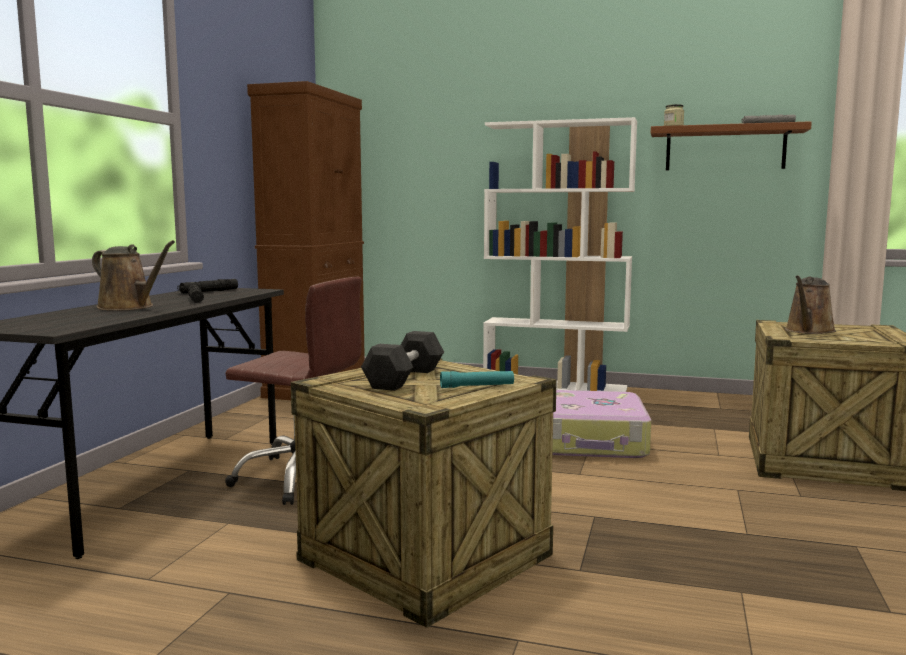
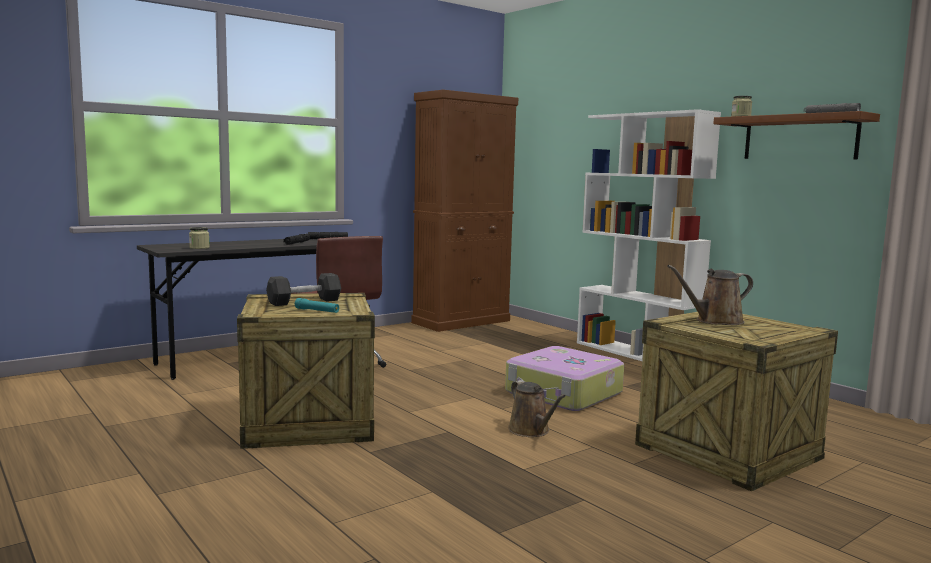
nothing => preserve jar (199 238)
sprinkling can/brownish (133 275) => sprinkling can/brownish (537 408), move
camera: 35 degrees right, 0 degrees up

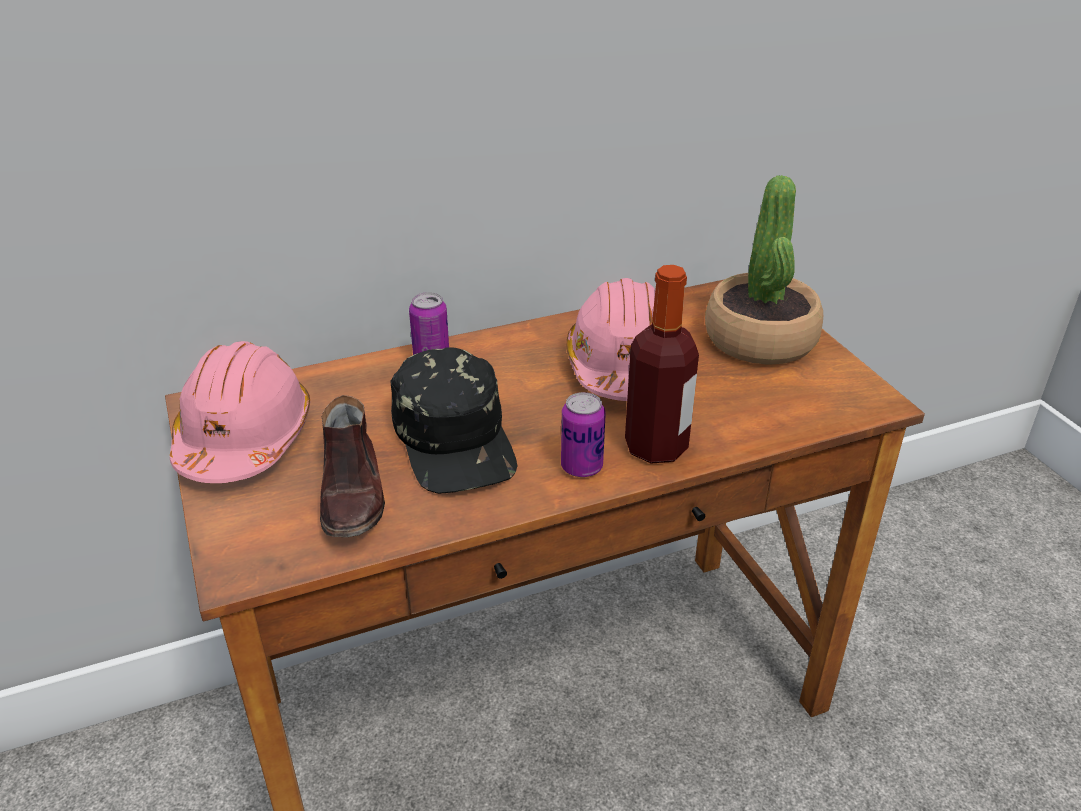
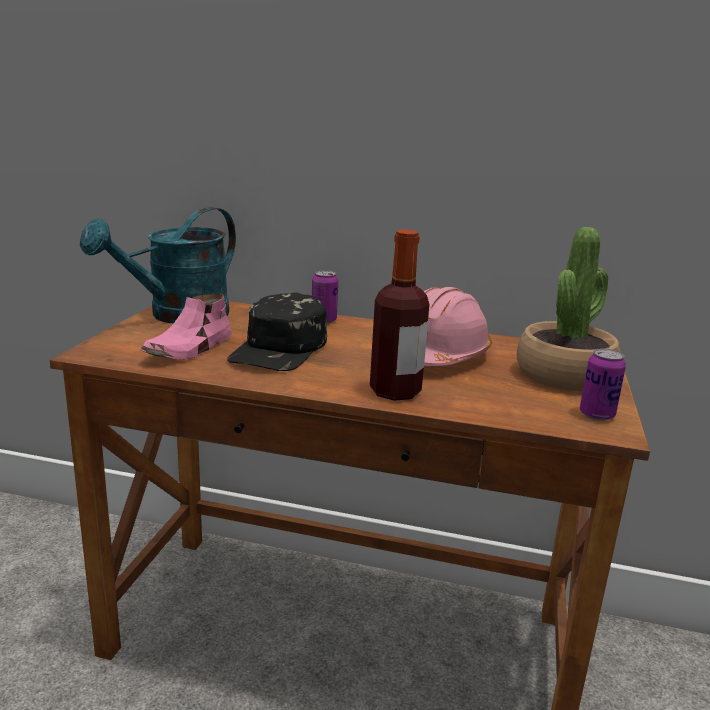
metal can (583 434) => metal can (603 384), move
safety helmet/pinkish (240 412) => sprinkling can/turquoise-coloured (158 265)
low shoe/brownish (352 466) => low shoe/pinkish (186 326)
camera: 35 degrees right, 15 degrees down

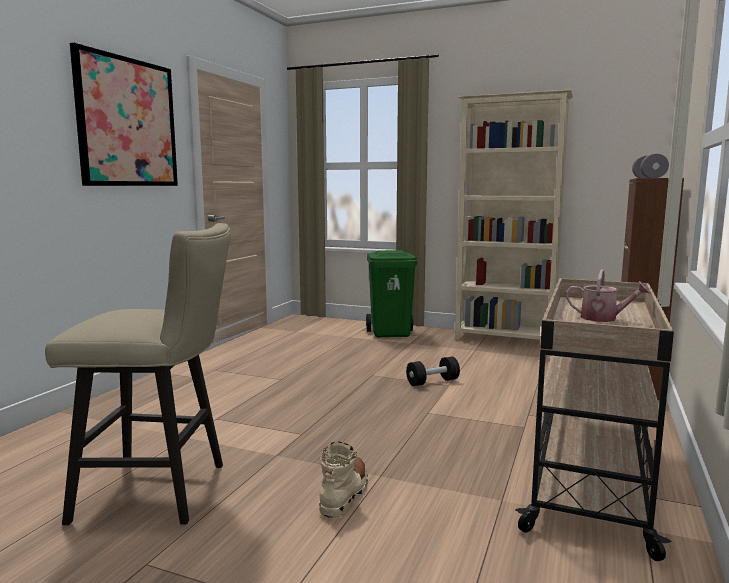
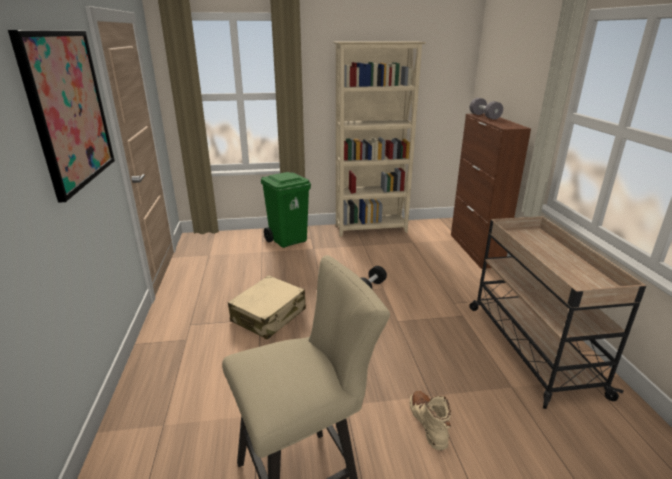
sprinkling can (608 295) => nothing
nothing => suitcase/sand-coloured (267 307)
camera: 30 degrees left, 15 degrees up

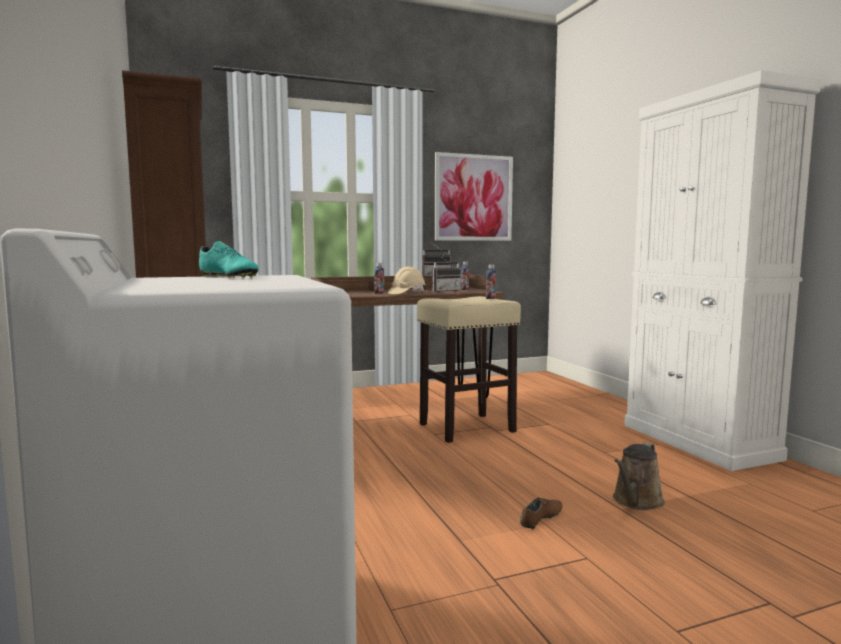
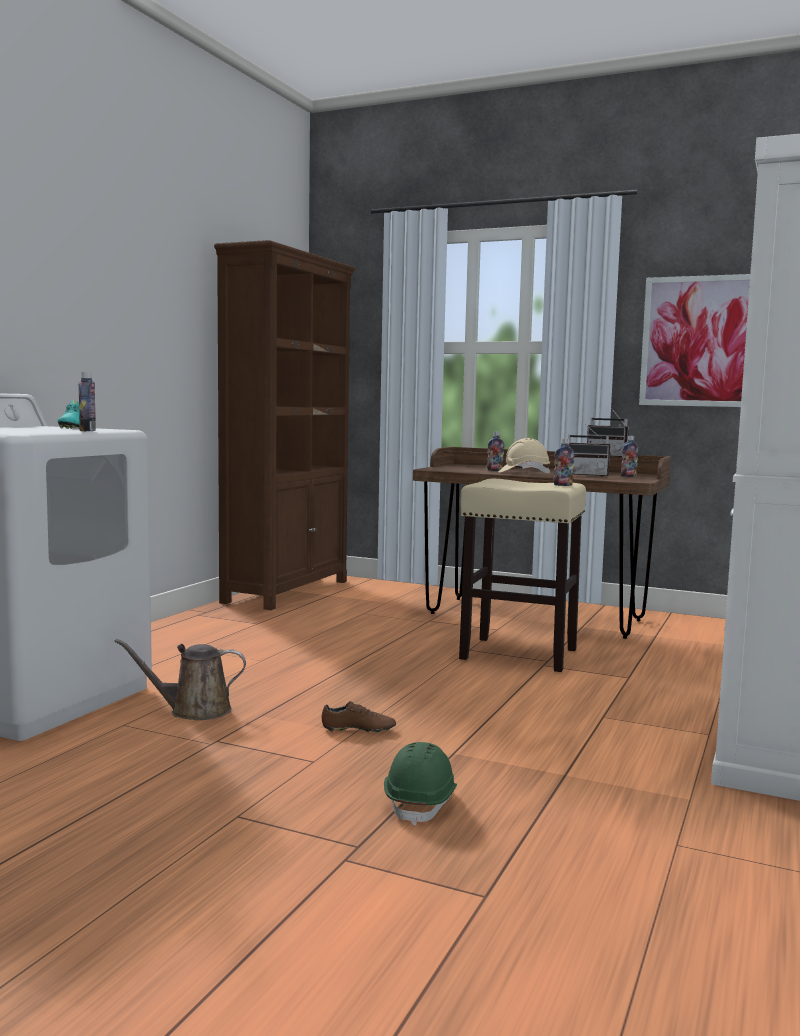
nothing => bottle (87 401)
nothing => safety helmet/green (420 784)
sprinkling can/brownish (639 476) => sprinkling can/brownish (180 679), move
camera: 45 degrees right, 0 degrees up

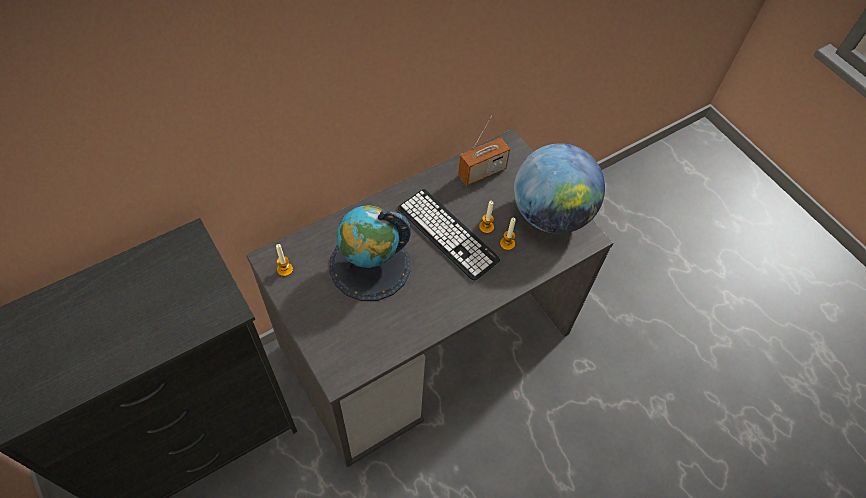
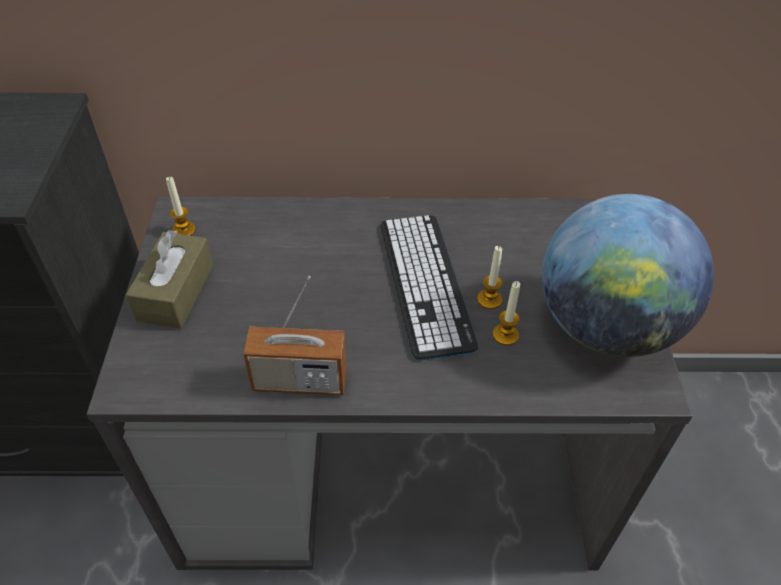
world globe (370 253) => nothing
nothing => tissue holder/brownish (169 279)
radio set (484 151) => radio set (295 335), move
camera: 35 degrees right, 10 degrees down

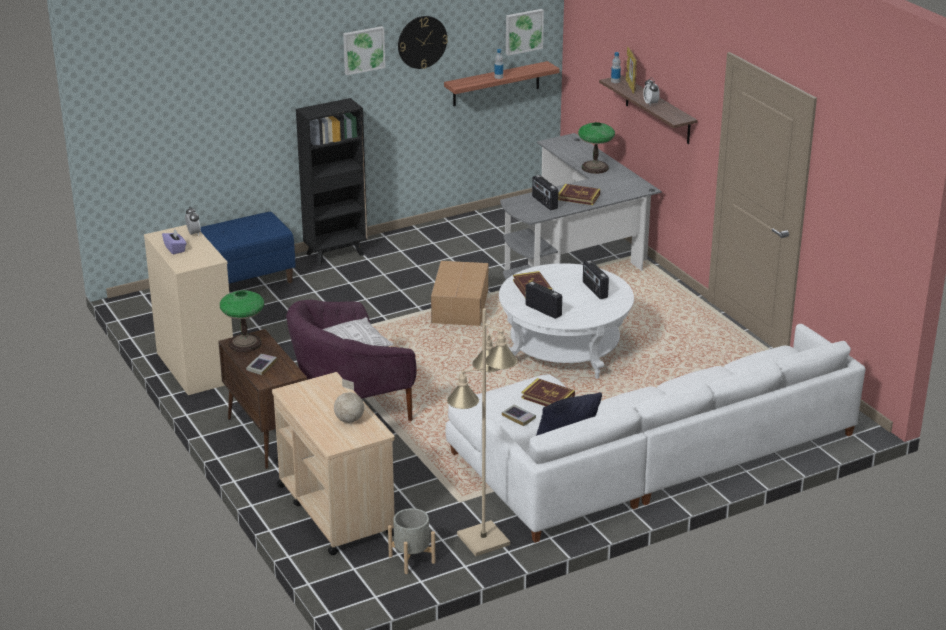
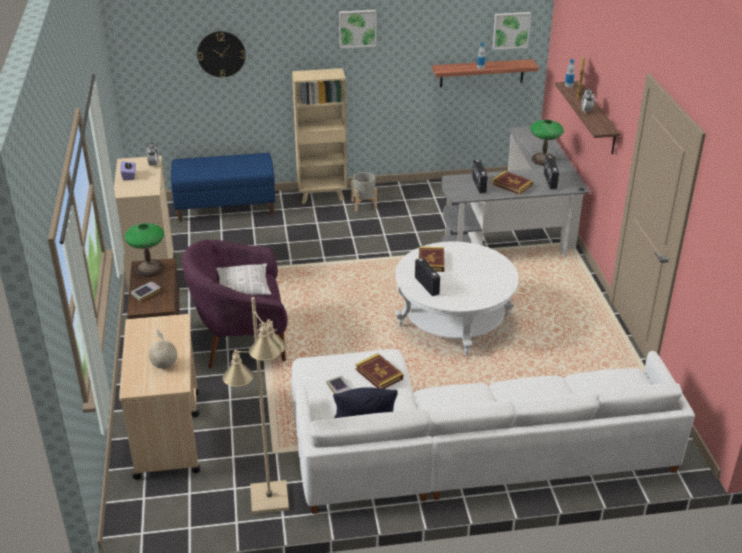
carton (459 293) => nothing
plant pot/gray (411 541) => plant pot/gray (364 192), move
clock on the wall (423 42) => clock on the wall (221 54), move
radio set (596 279) => radio set (551 172), move
bookshelf/black-coloured (332 182) => bookshelf/sand-coloured (319 136)
camera: 20 degrees right, 5 degrees up

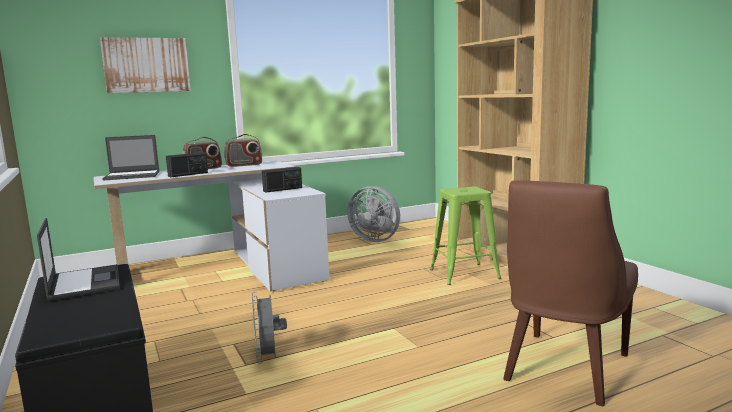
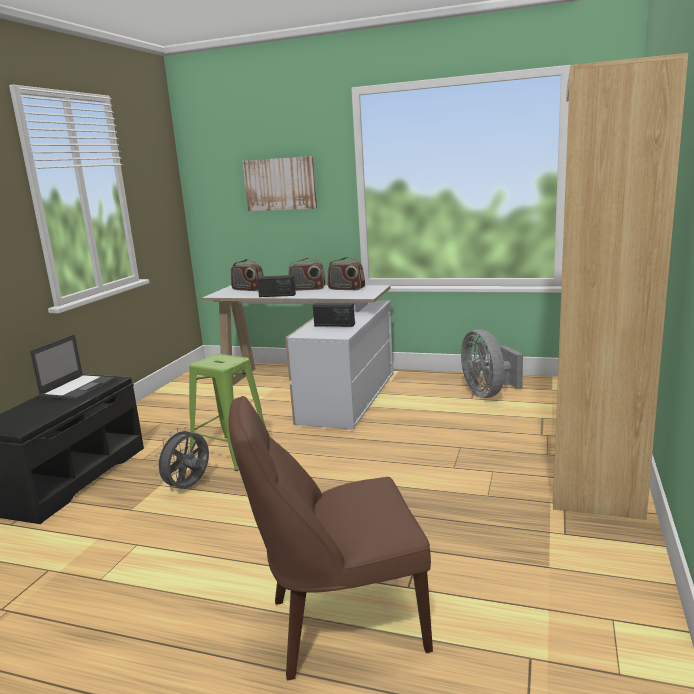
stool seat/green (465 236) => stool seat/green (227 412), move
laptop (130 157) => radio set (247 275)
camera: 45 degrees right, 5 degrees up

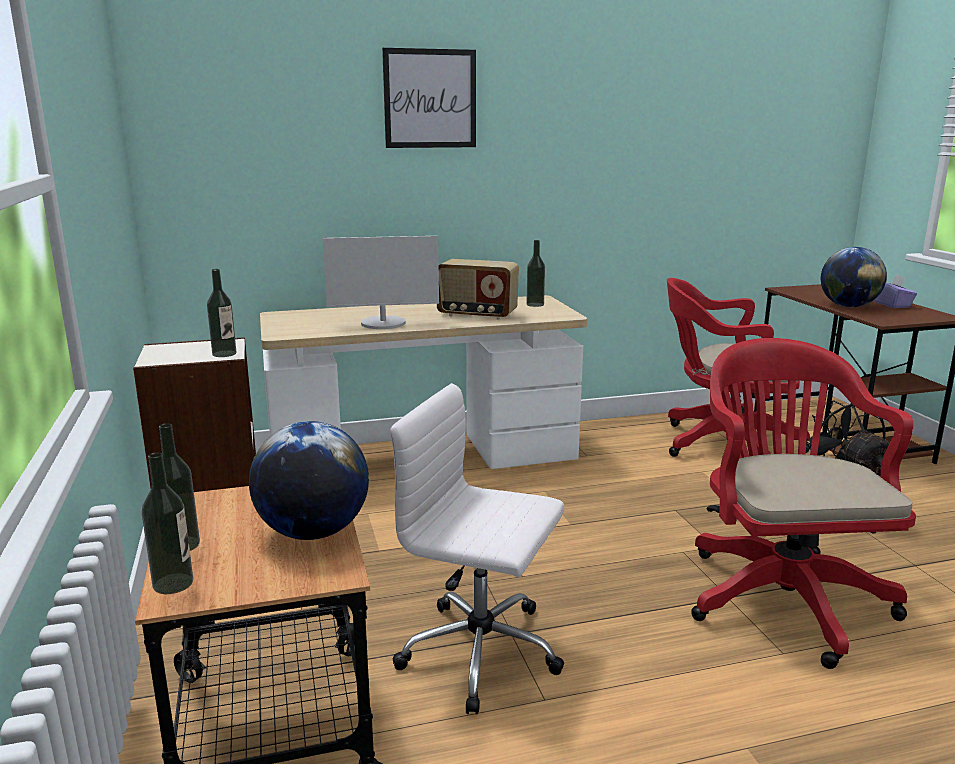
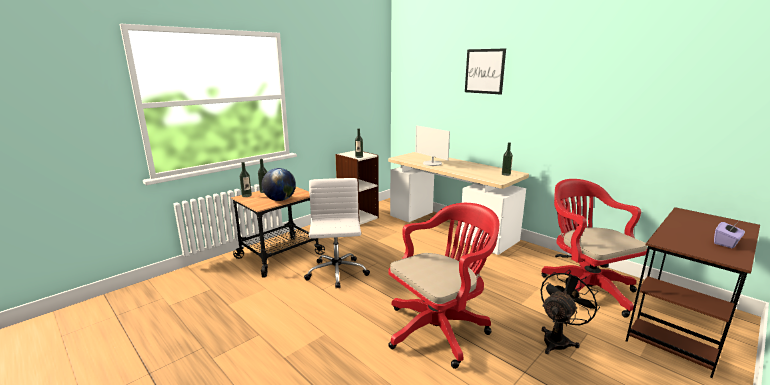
radio set (478 289) => nothing
world globe (854 277) => nothing
camera: 60 degrees right, 0 degrees up

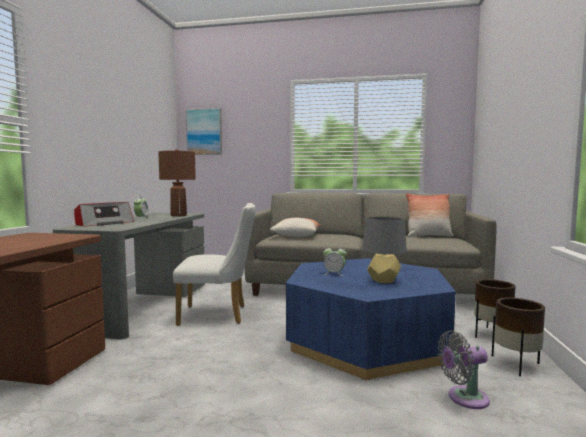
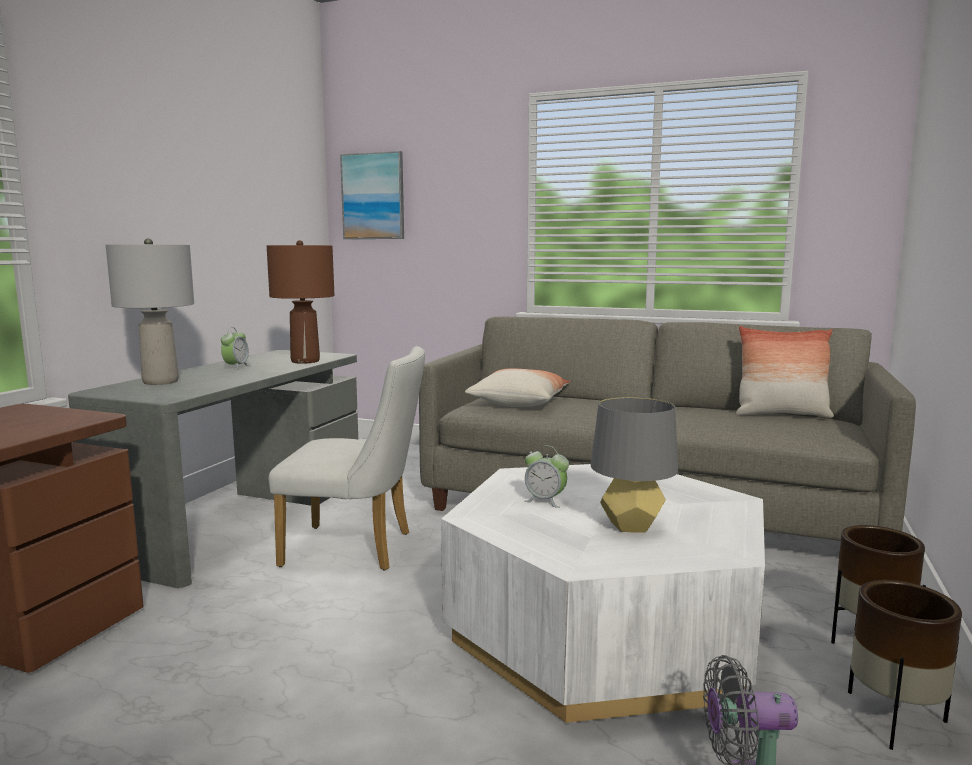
radio set (104 214) => table lamp/gray (150 311)
coffee table/blue-coloured (371 319) => coffee table/whitish (603 593)
camera: 10 degrees right, 5 degrees up

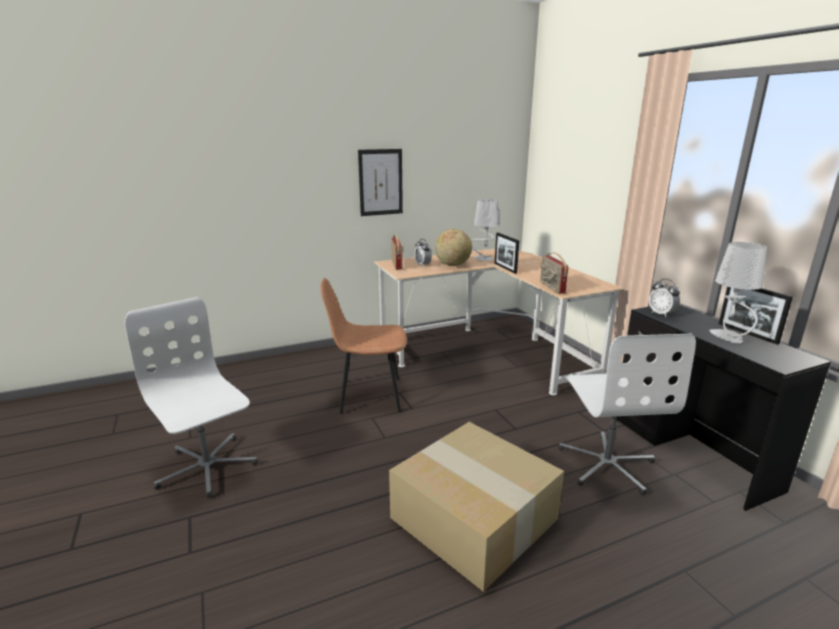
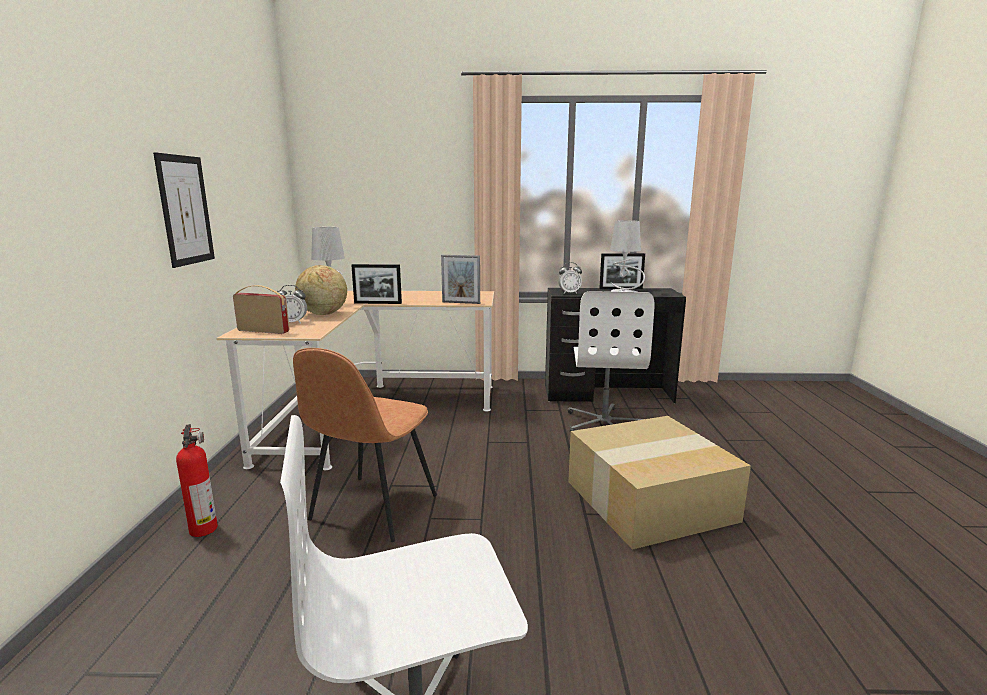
nothing => fire extinguisher (197 480)
radio set (554 273) => photo frame (460 279)
computer chair/whitish (627 414) => computer chair/whitish (611 362), 75 degrees clockwise
camera: 65 degrees left, 5 degrees down

